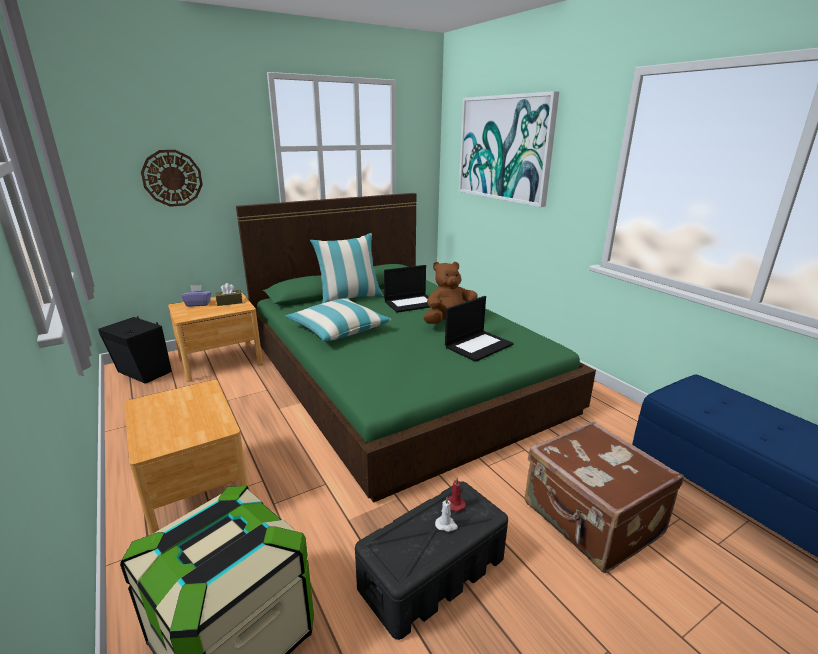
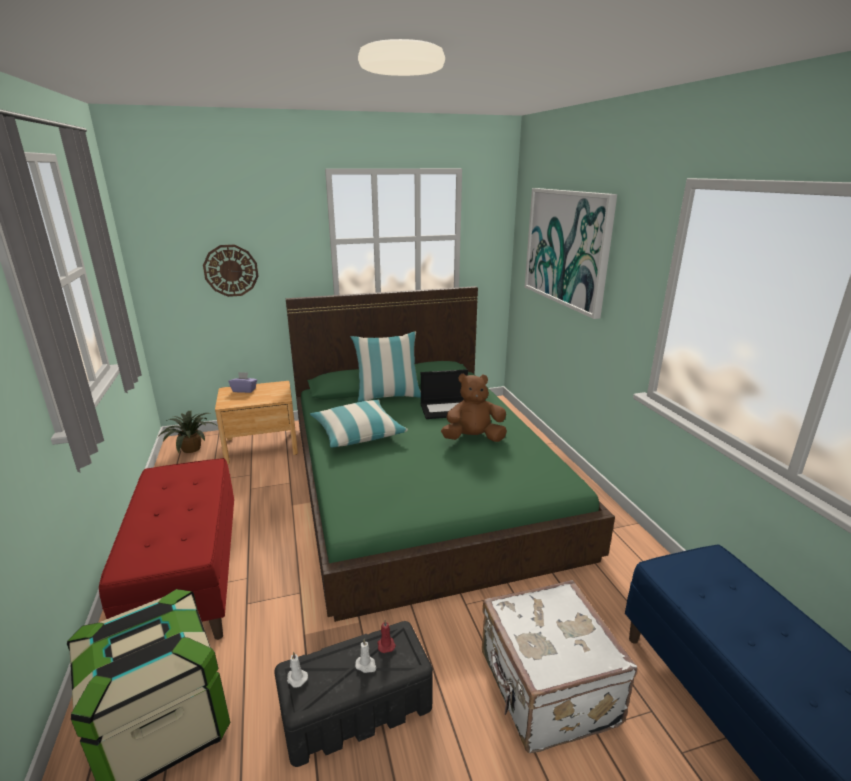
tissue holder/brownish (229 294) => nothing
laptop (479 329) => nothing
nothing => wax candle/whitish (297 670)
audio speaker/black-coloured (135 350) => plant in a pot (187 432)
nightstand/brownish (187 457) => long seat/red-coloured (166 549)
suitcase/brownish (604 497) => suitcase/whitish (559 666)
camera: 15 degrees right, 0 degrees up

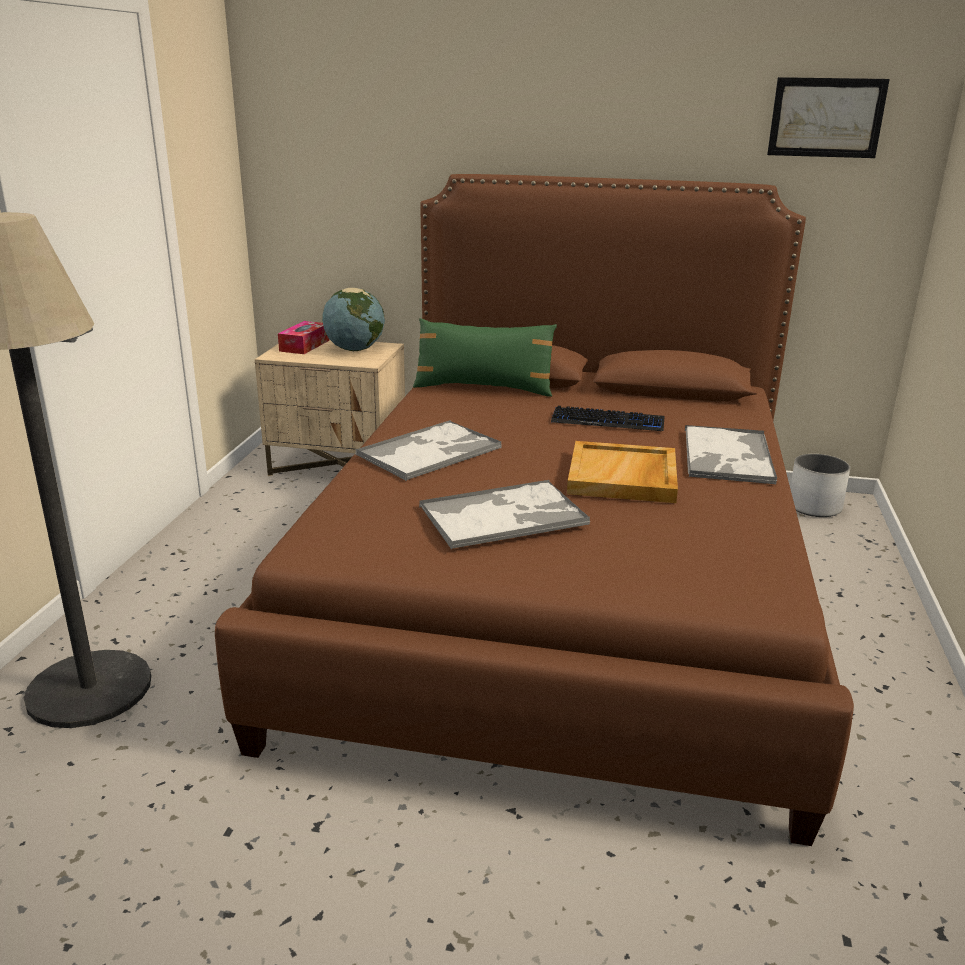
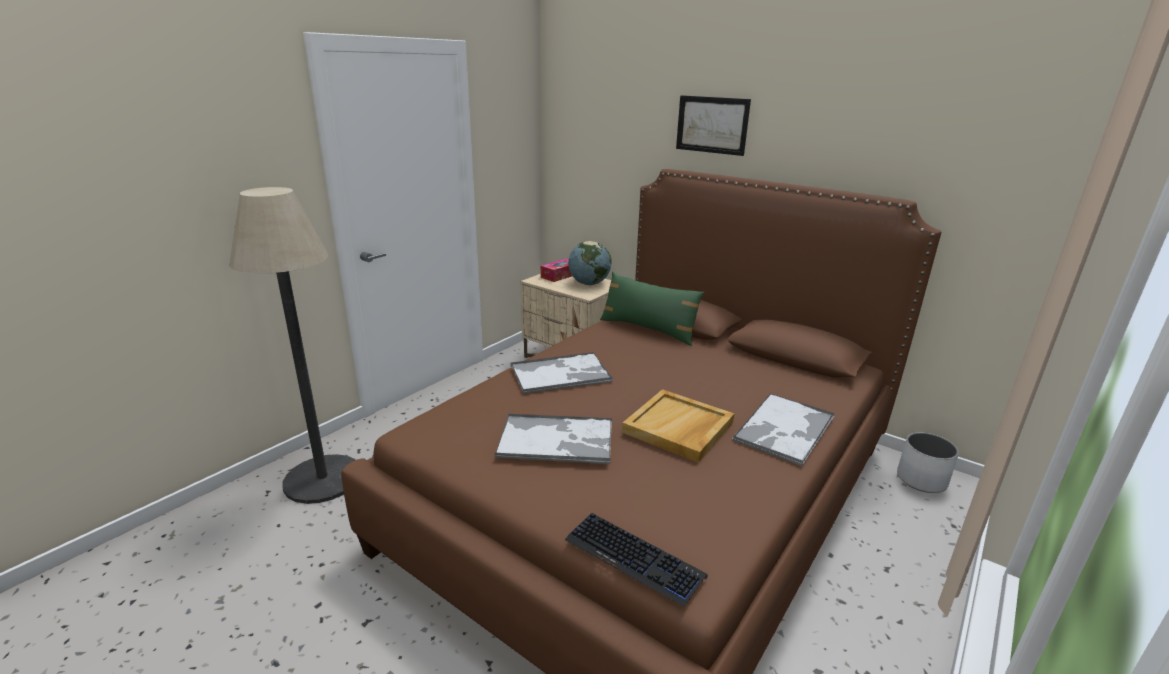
computer keyboard (608 418) => computer keyboard (636 560), move
picture (828 117) => picture (713 125), move
camera: 25 degrees right, 0 degrees up

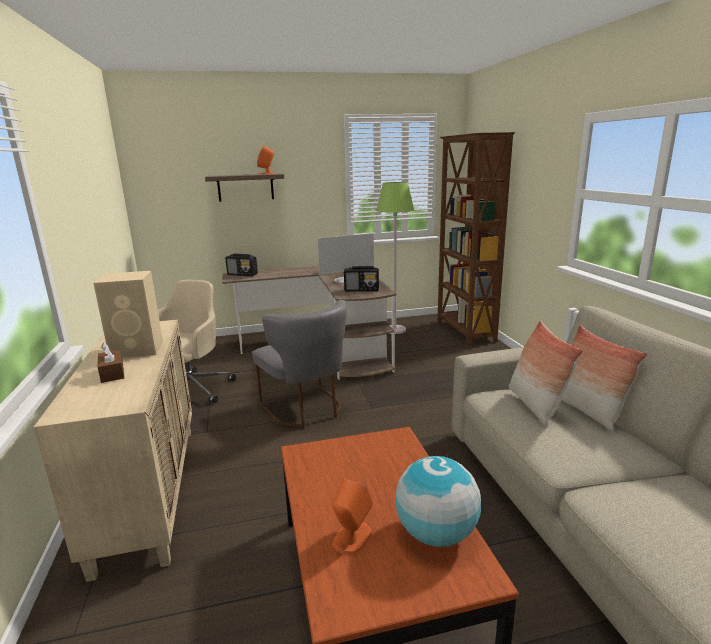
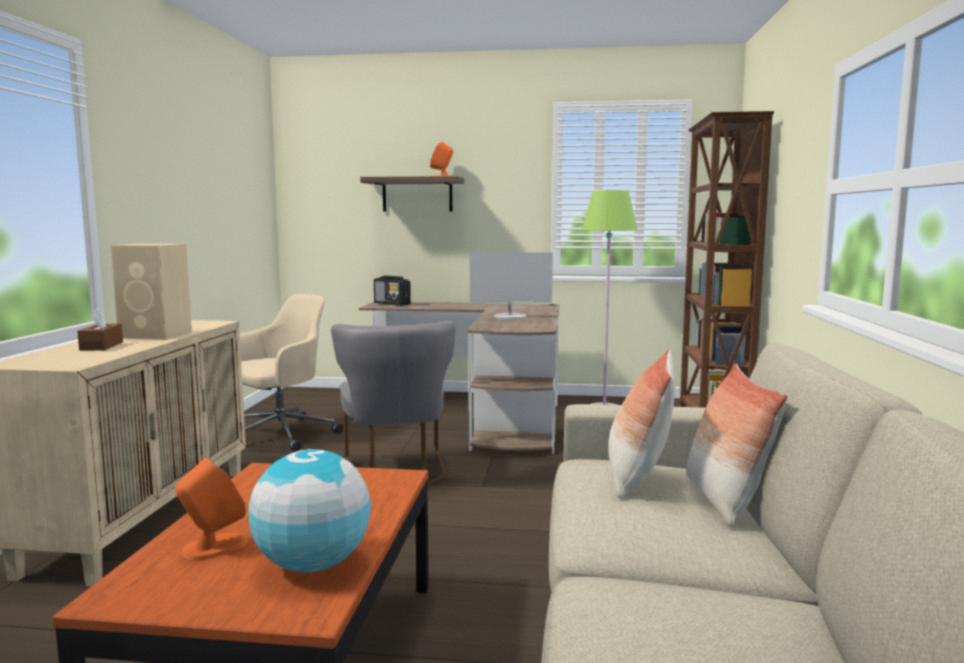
radio set (361 279) => nothing
camera: 20 degrees right, 10 degrees down

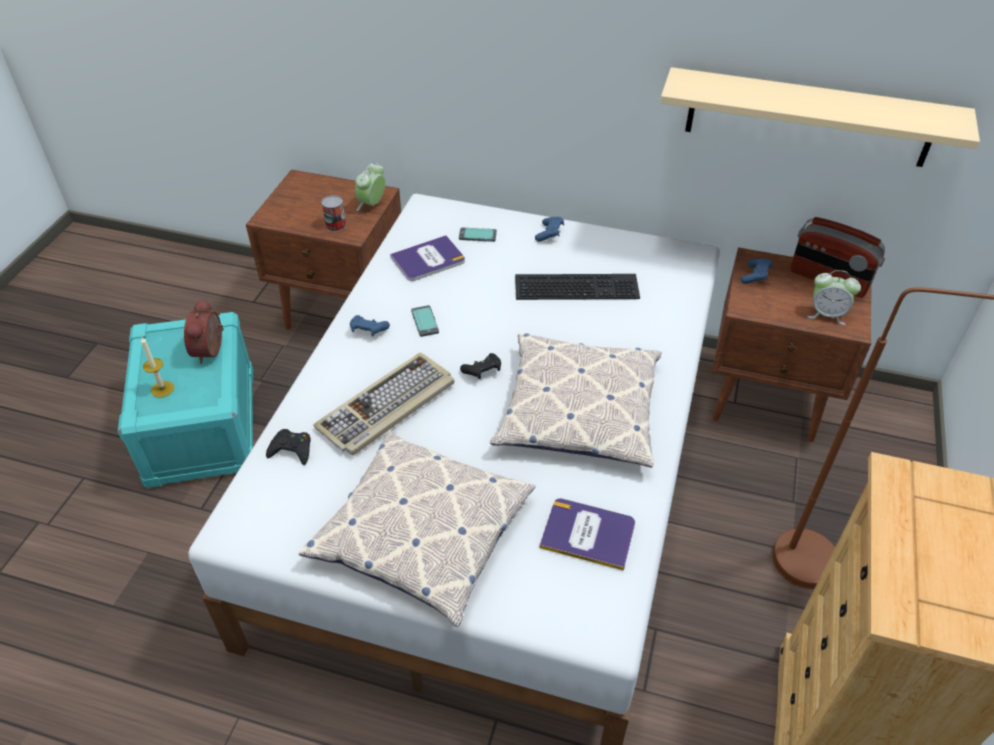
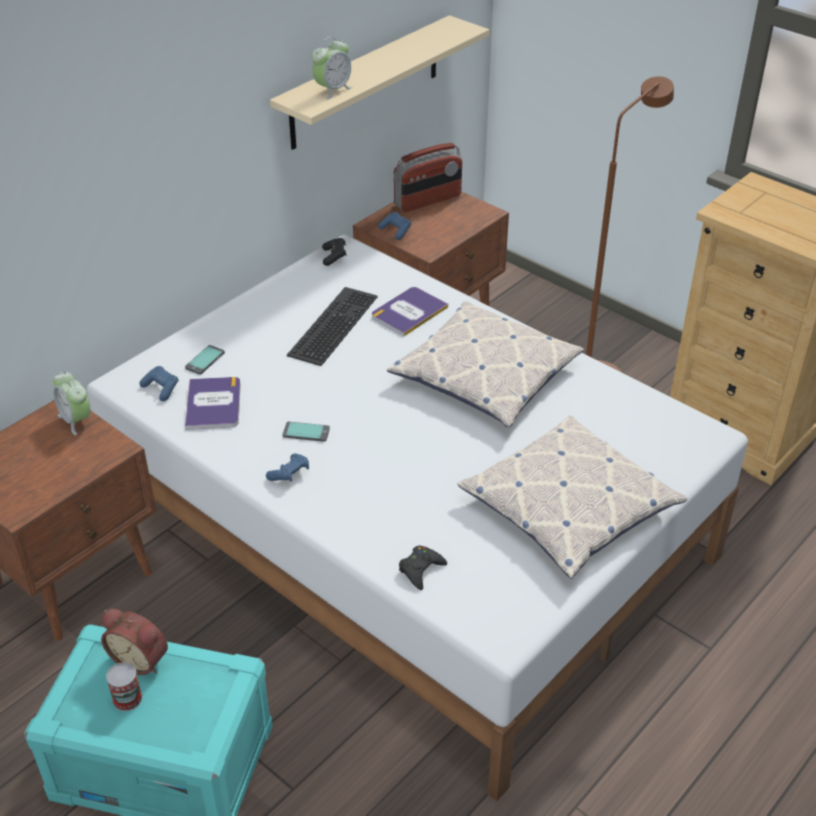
wax candle (157 367) => nothing
computer keyboard (383 404) => nothing
metal can (333 213) => metal can (124 686), move
gamepad/black-coloured (480 366) => gamepad/black-coloured (334 252), move
gamepad/blue-coloured (549 229) => gamepad/blue-coloured (159 383), move
bound book (587 534) => bound book (410 311), move
alarm clock (834 297) => alarm clock (332 68), move
camera: 65 degrees left, 5 degrees down

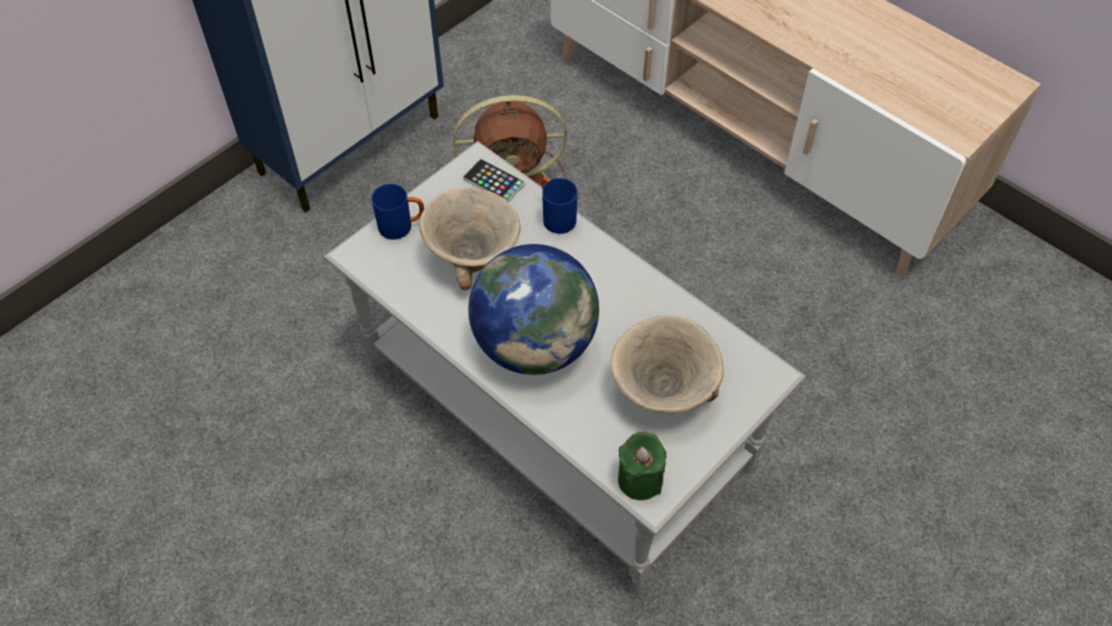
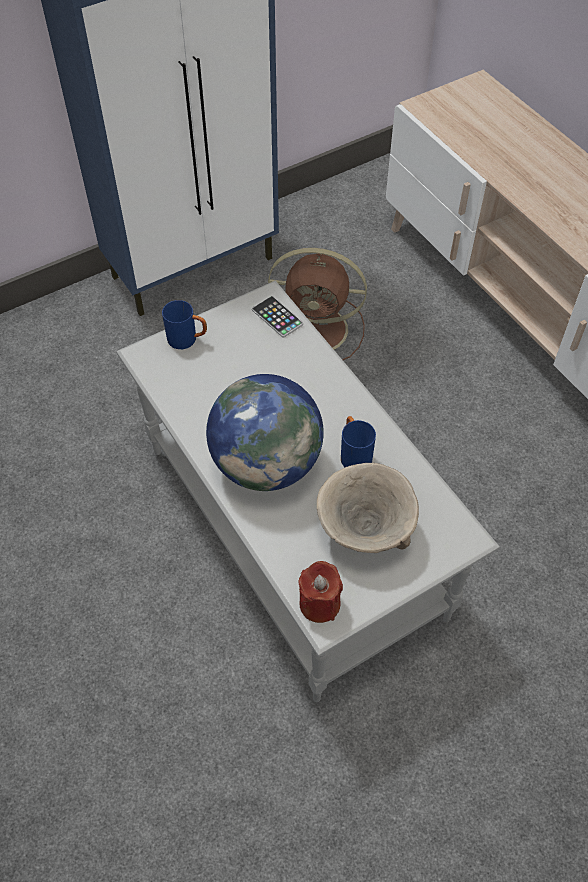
deep dish/sand-coloured (470 239) => nothing
mug/blue-coloured (559 205) => mug/blue-coloured (358 441), move
wax candle/green (642 466) => wax candle/red-coloured (320 592)
camera: 15 degrees right, 0 degrees up

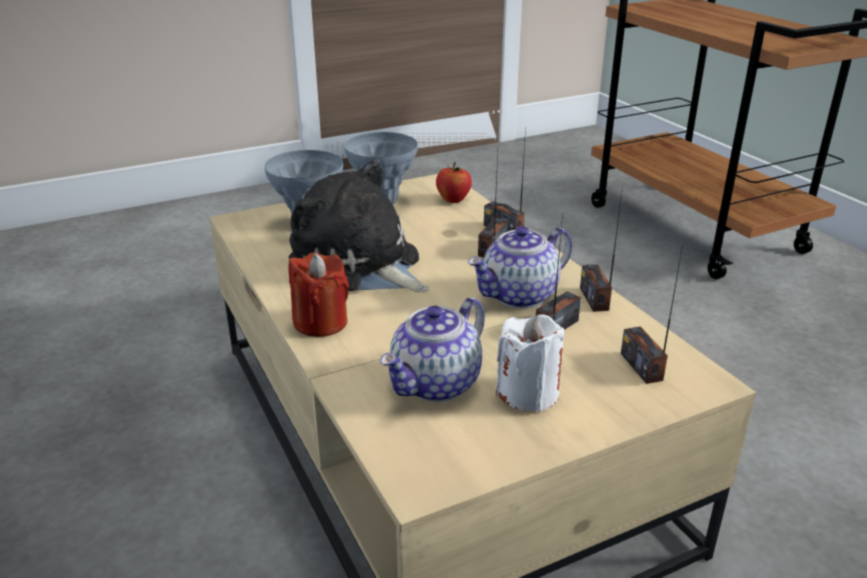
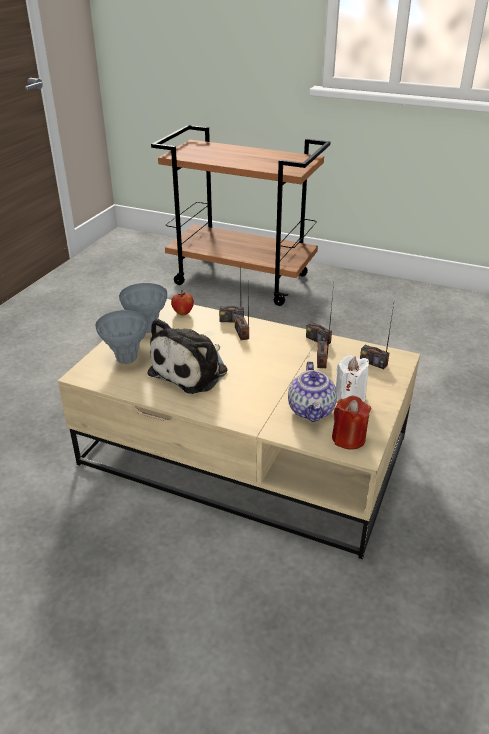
tea pot (519 267) => nothing
wax candle/red-coloured (318 295) => wax candle/red-coloured (351 422), move
soft toy (359 226) => soft toy (187 356), 60 degrees counterclockwise
camera: 40 degrees left, 5 degrees up

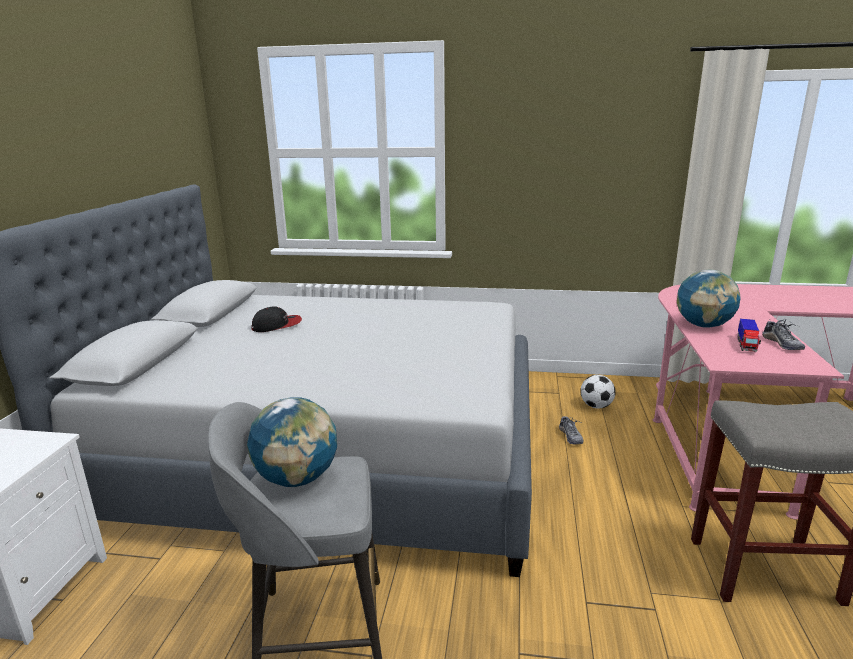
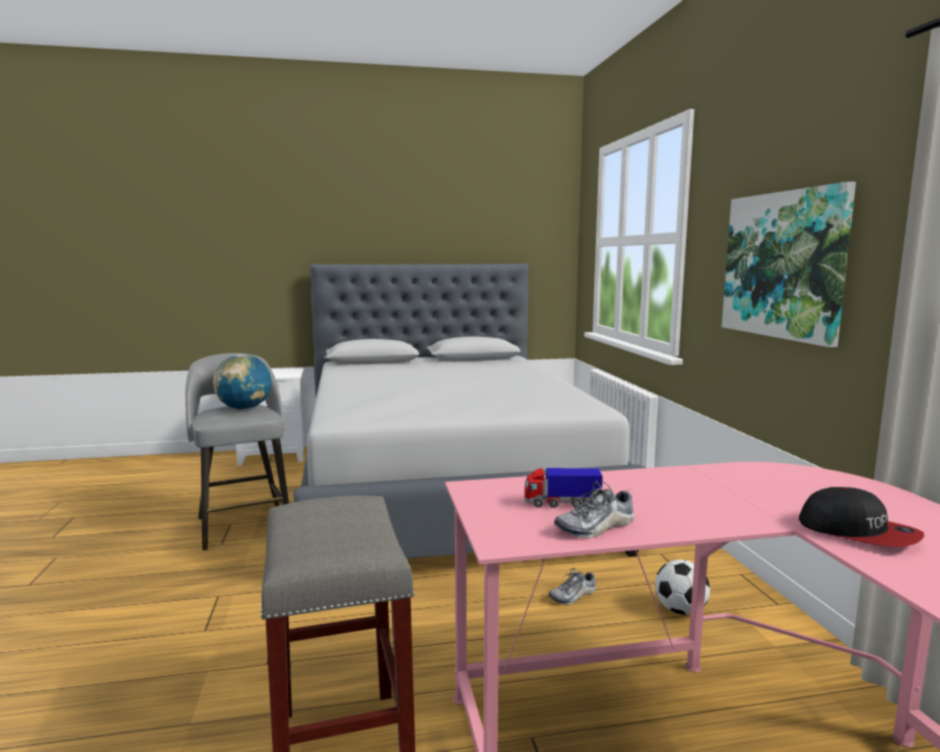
world globe (709 298) => nothing
nothing => picture (789 264)
baseball cap (276 319) => baseball cap (861 517), move
camera: 70 degrees right, 10 degrees down

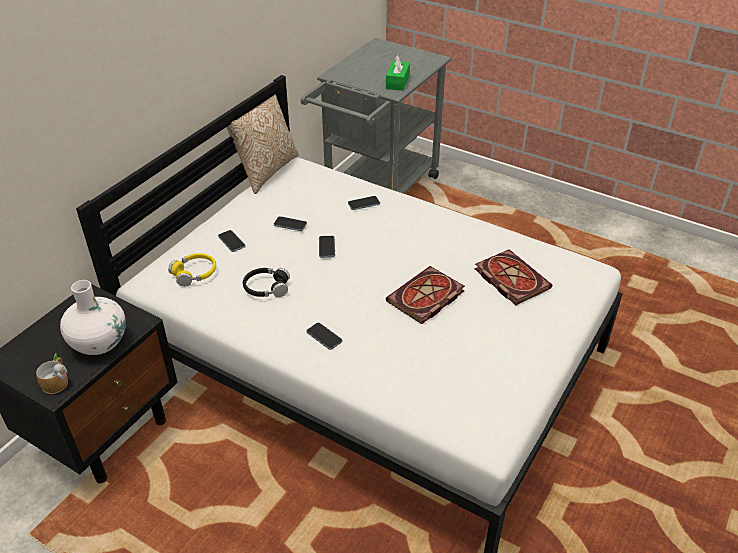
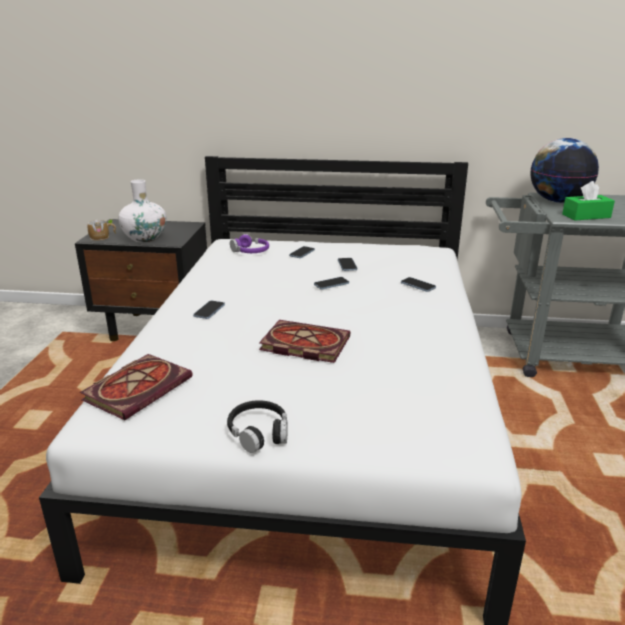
cushion (262 144) => nothing
nothing => world globe (564 170)
pair of headphones/black-coloured (266 282) => pair of headphones/black-coloured (257 426), move
bound book (513 277) => bound book (136 387), move
pair of headphones/yellow-coloured (192 270) => pair of headphones/purple-coloured (249 243)
camera: 65 degrees right, 15 degrees down

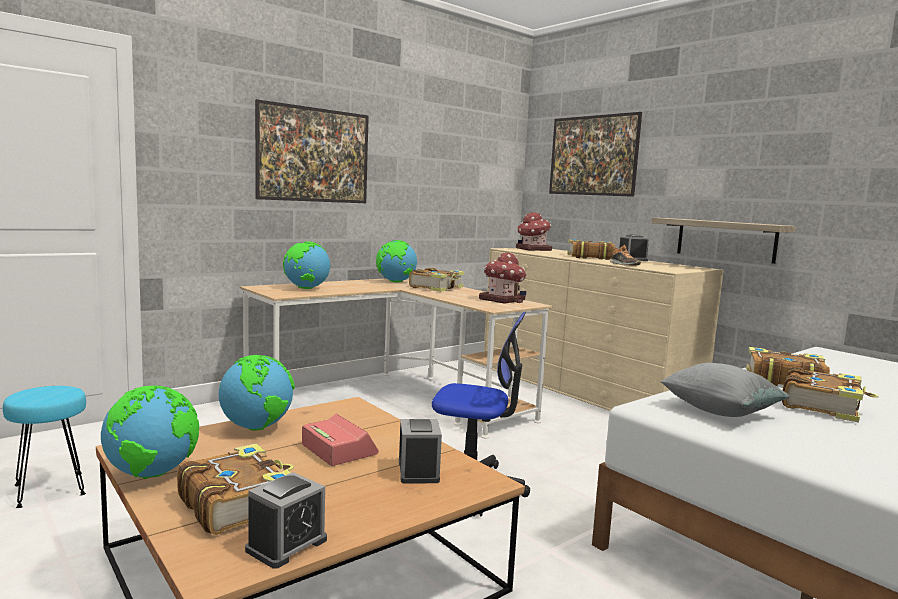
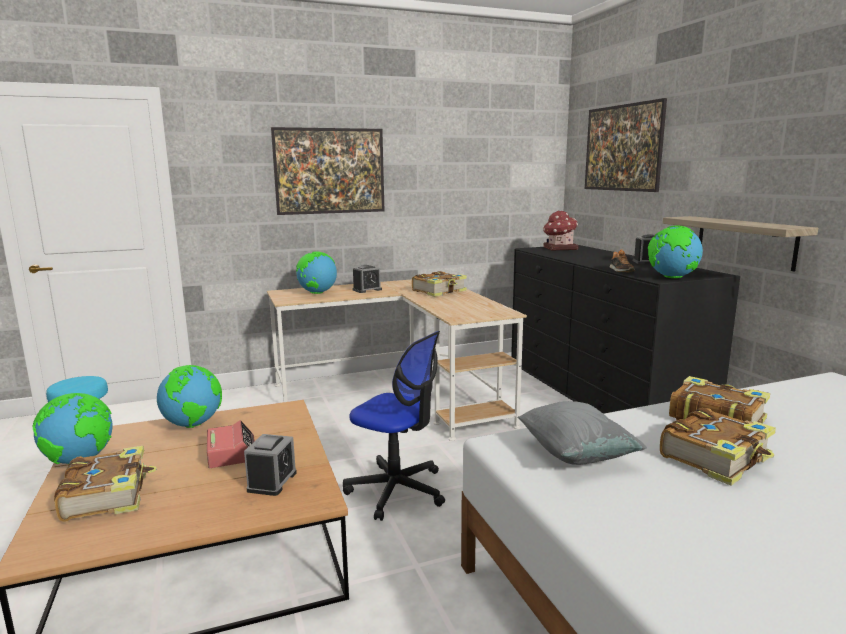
toy house (503 278) => nothing
bound book (591 249) => nothing
alarm clock (286 520) => alarm clock (367 279), move
world globe (396 261) => world globe (675 251), move
drawer chest/sand-coloured (604 329) => drawer chest/black-coloured (625 329)
camera: 20 degrees right, 5 degrees up

